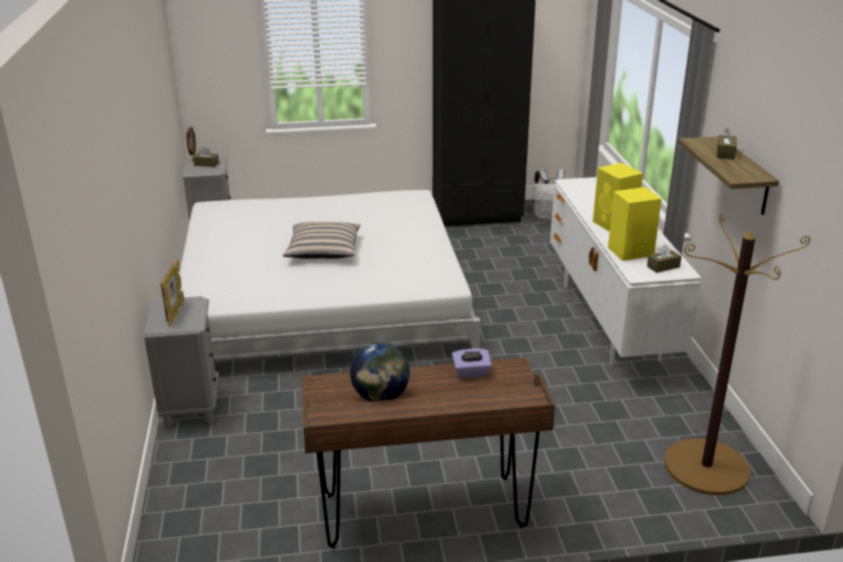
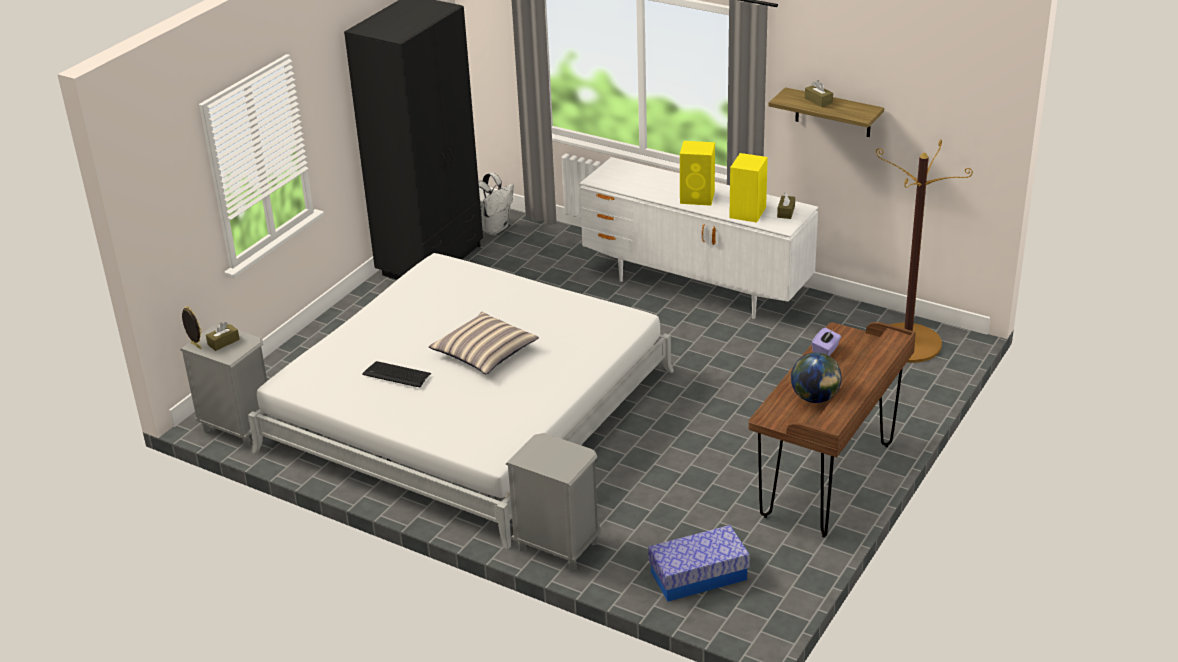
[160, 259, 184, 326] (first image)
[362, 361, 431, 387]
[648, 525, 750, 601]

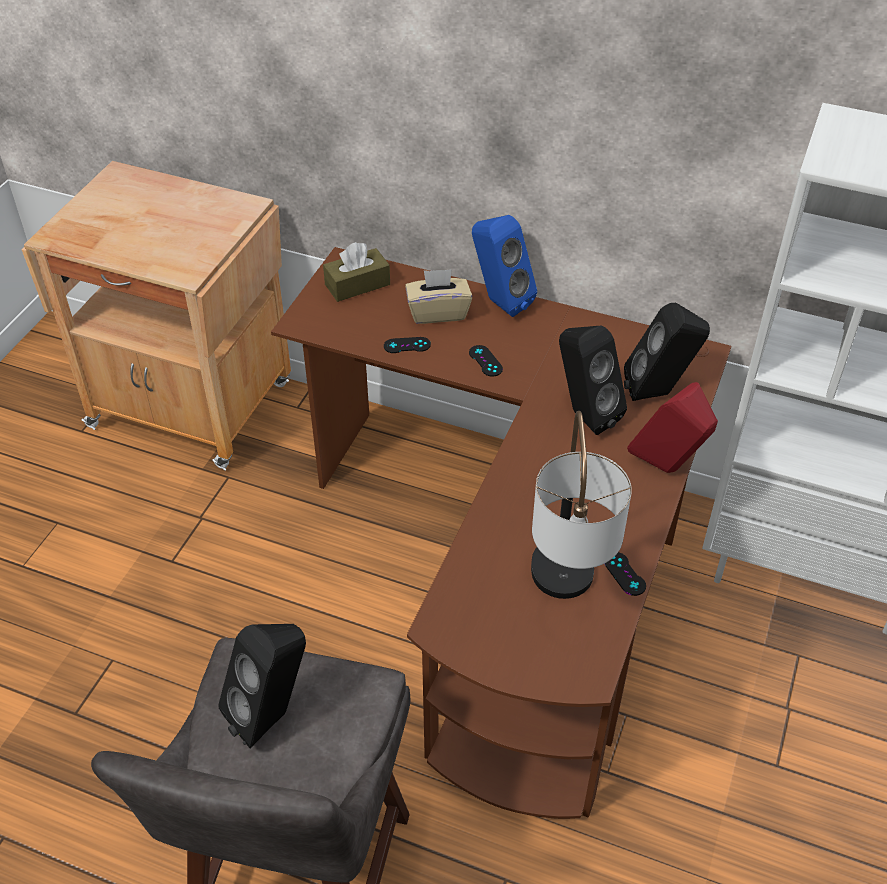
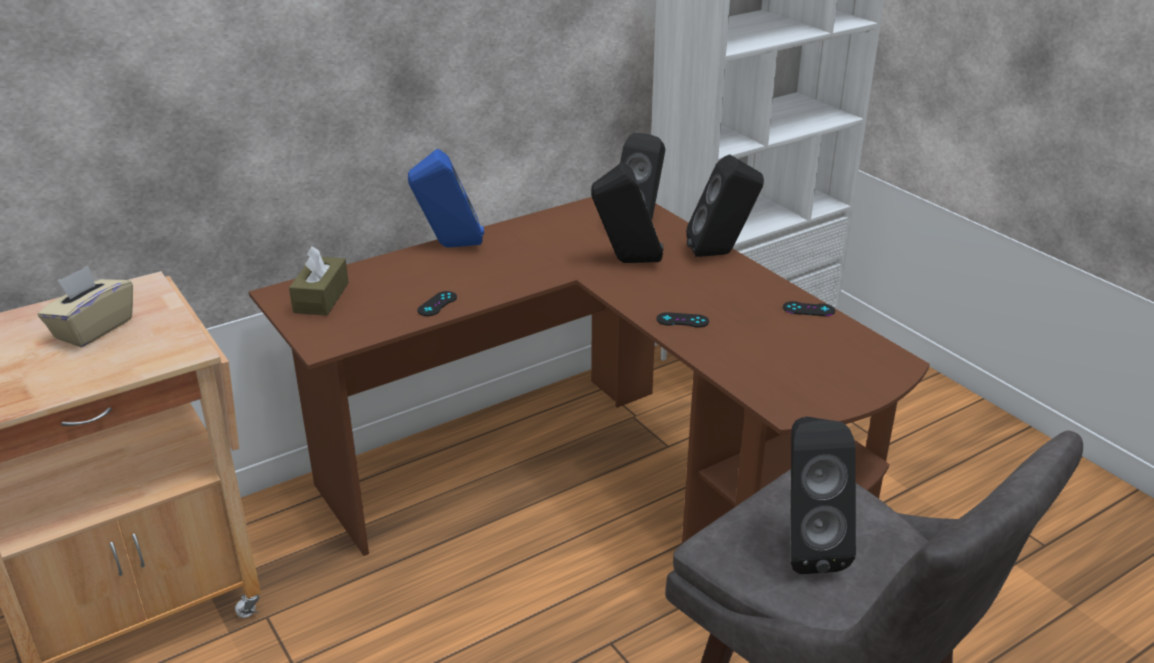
[531, 411, 632, 599] (first image)
[38, 266, 133, 348]
[656, 312, 709, 328]
[686, 155, 764, 257]

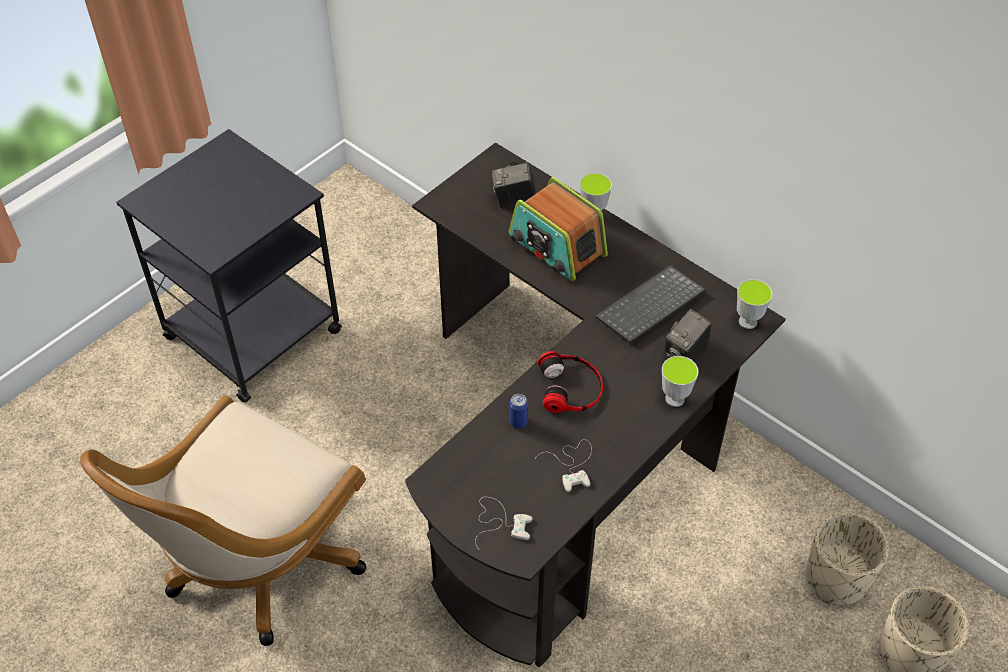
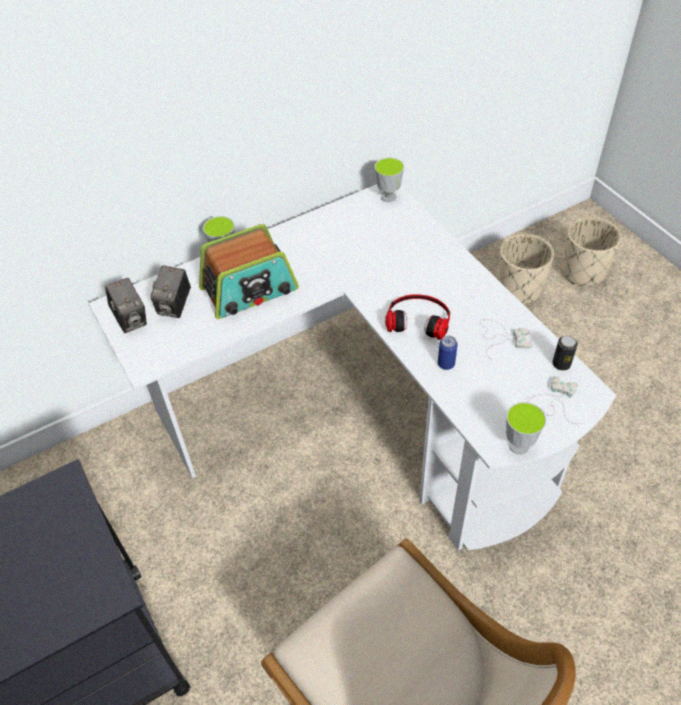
[595, 266, 705, 344] (first image)
[552, 335, 578, 371]
[506, 402, 546, 455]
[105, 278, 147, 333]
[89, 184, 616, 551]

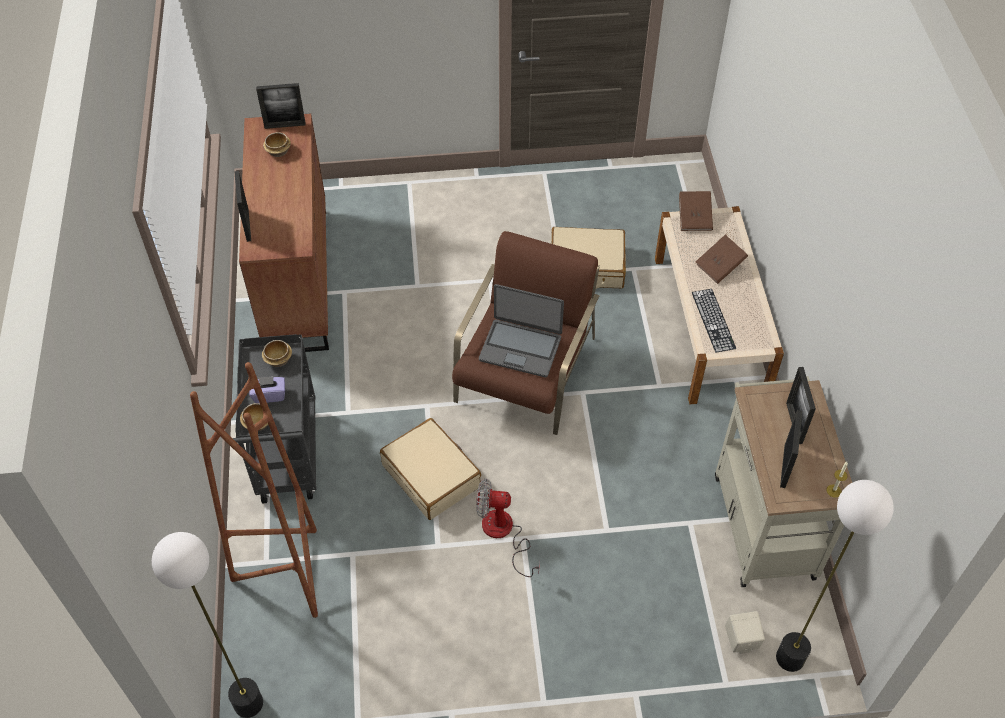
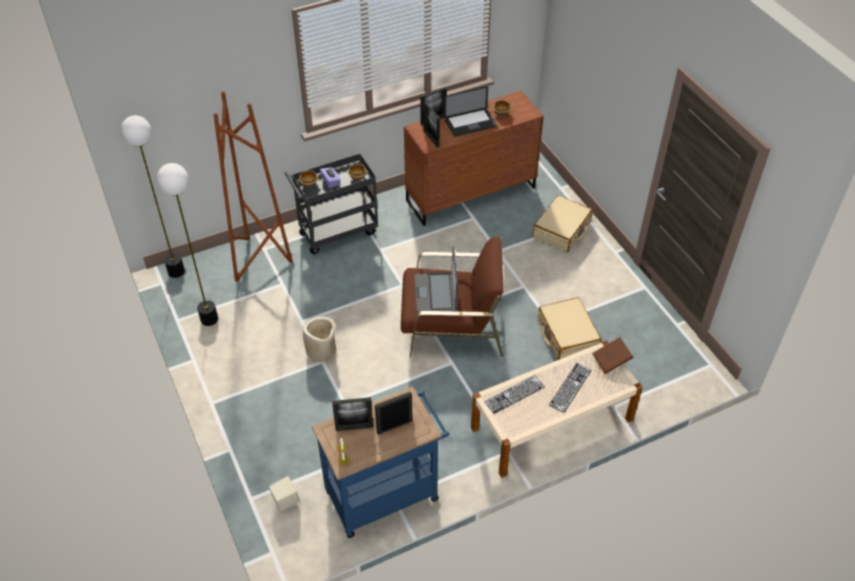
[444, 87, 497, 136]
[424, 102, 440, 148]
[533, 195, 593, 252]
[157, 163, 218, 326]
[303, 317, 336, 362]
[549, 363, 591, 413]
[312, 386, 449, 538]

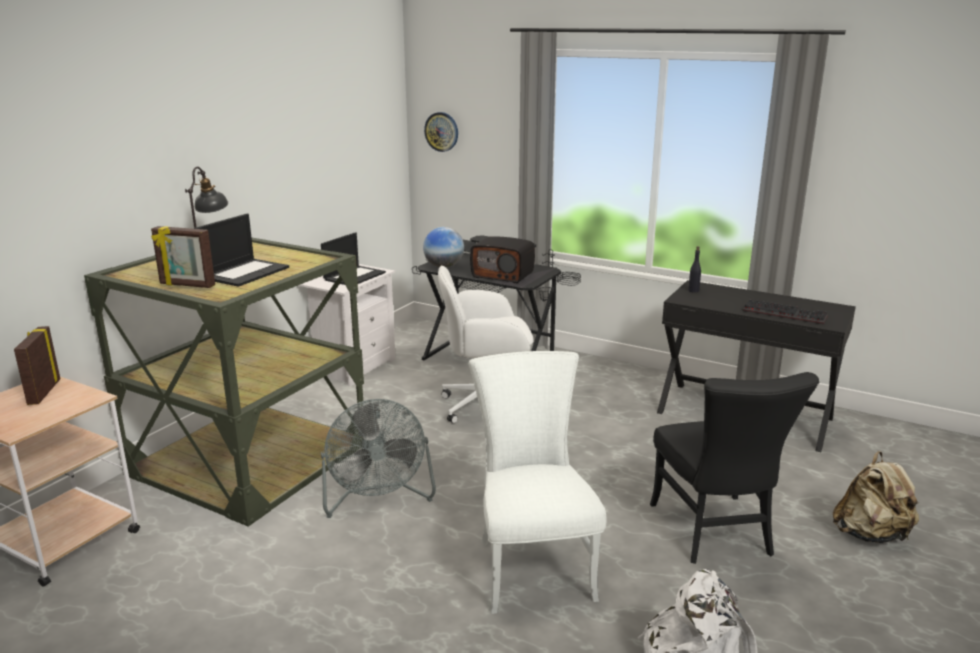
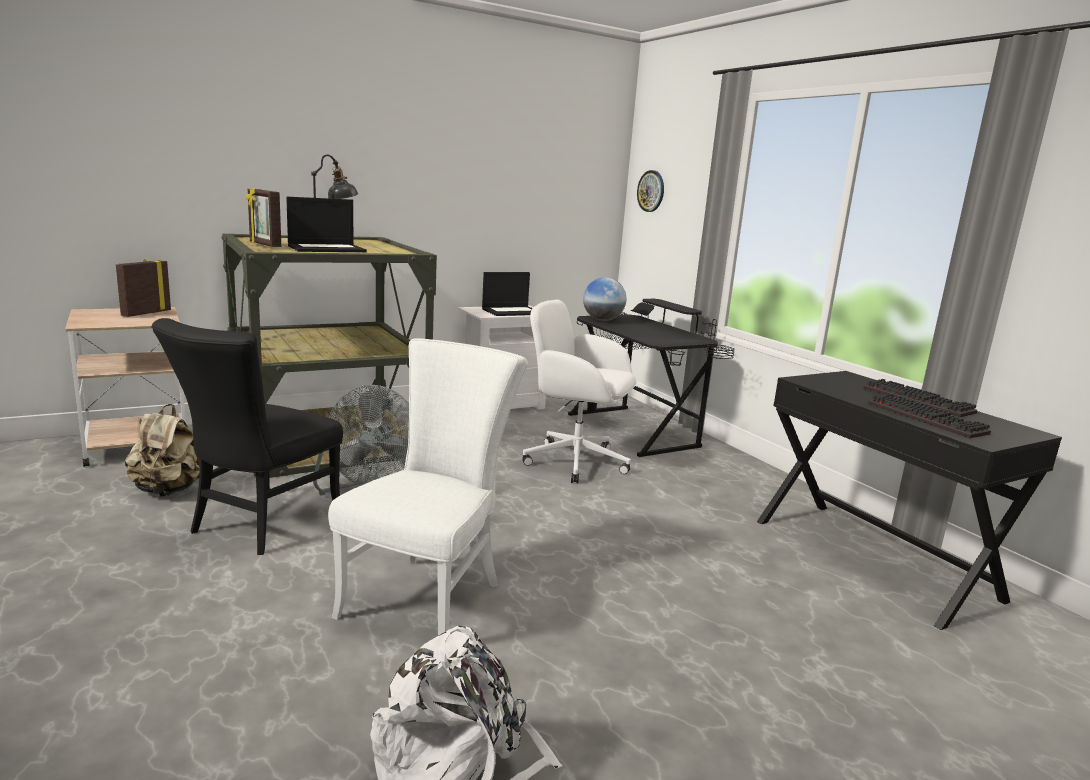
[470, 237, 535, 283] (first image)
[688, 246, 701, 293] (first image)
[864, 379, 977, 417]
[151, 318, 343, 555]
[125, 404, 200, 497]

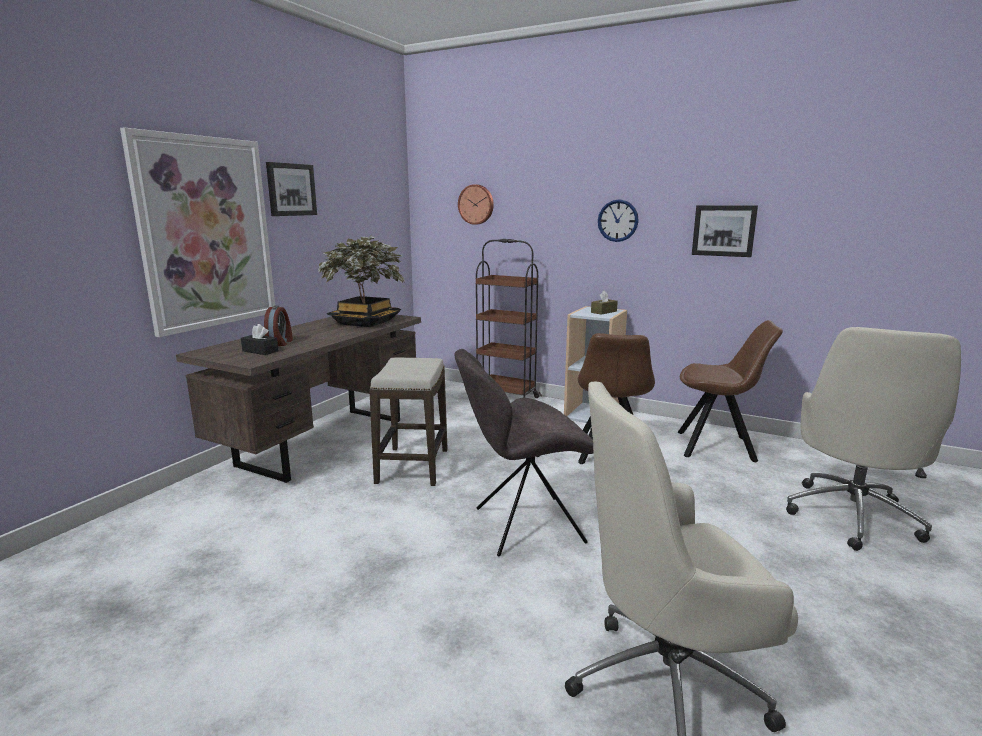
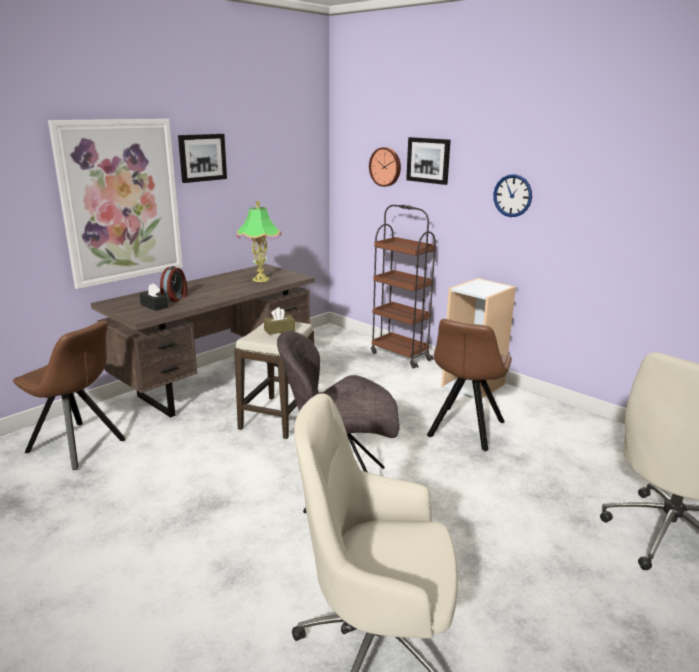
[264, 307, 295, 335]
[13, 320, 126, 470]
[406, 137, 451, 185]
[237, 201, 281, 282]

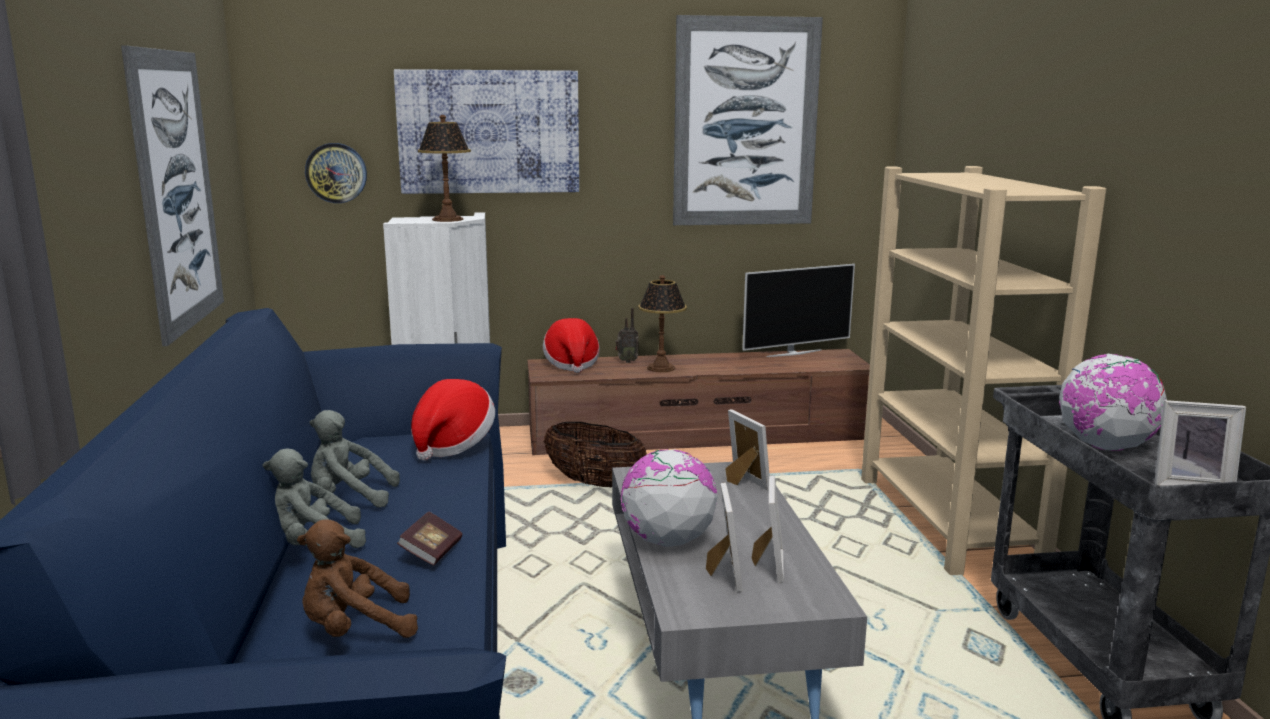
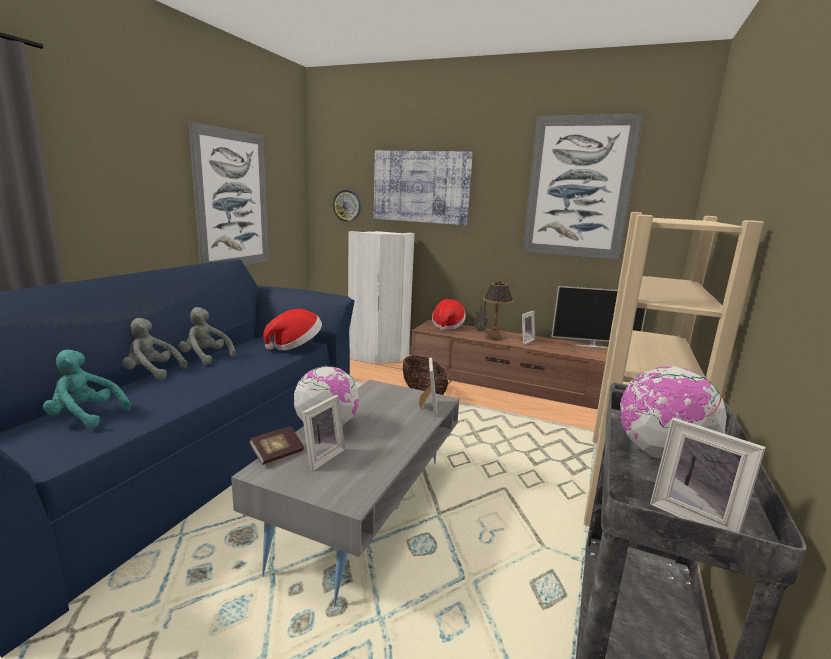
[418, 115, 471, 222] (first image)
[249, 426, 304, 465]
[520, 311, 535, 345]
[43, 350, 131, 428]

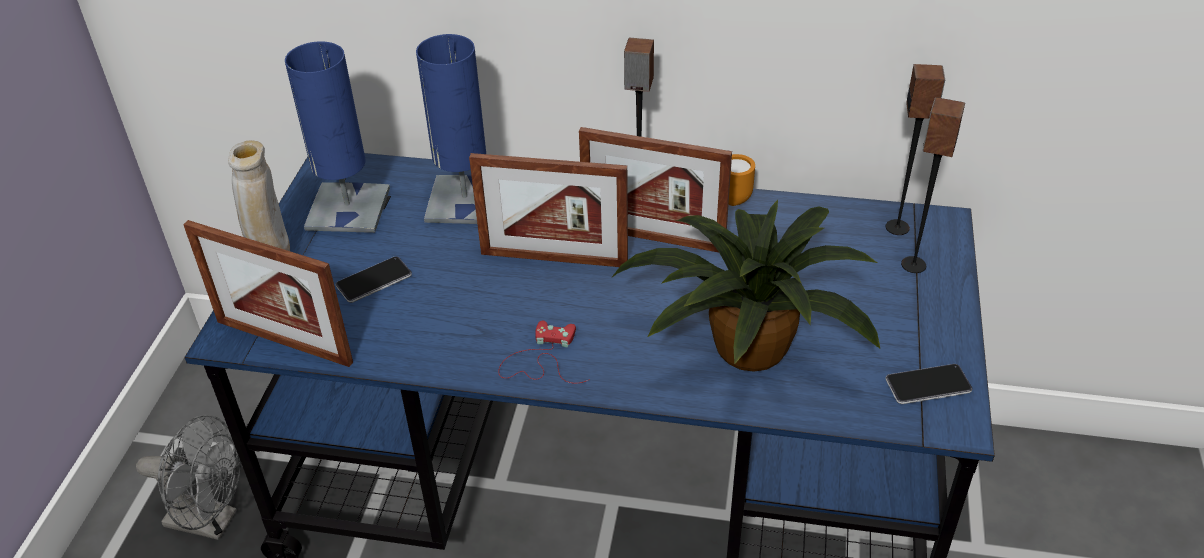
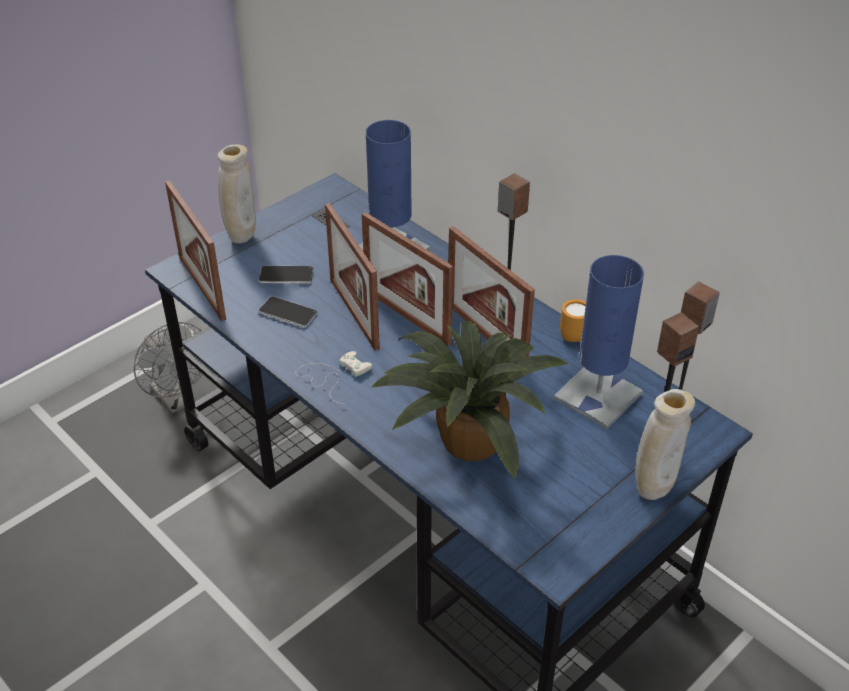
[325, 203, 380, 351]
[636, 389, 695, 500]
[554, 255, 644, 429]
[259, 296, 317, 328]
[296, 351, 372, 404]

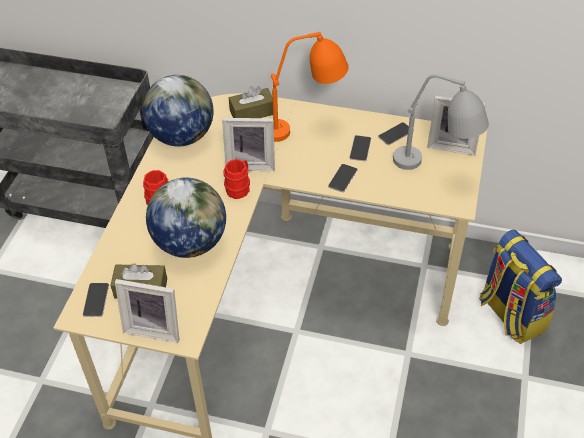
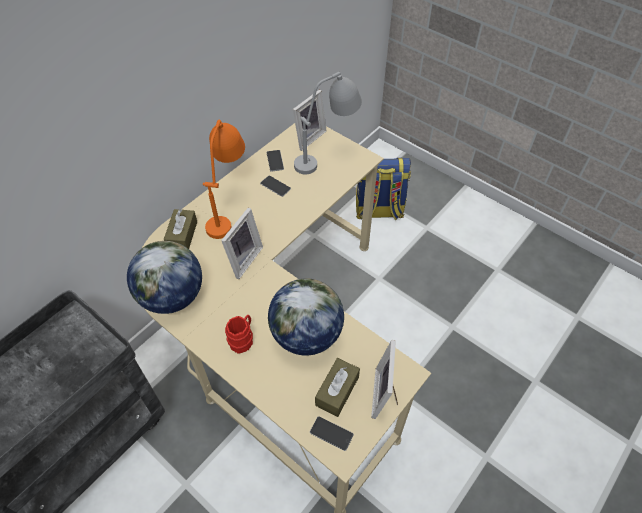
[224, 159, 250, 199] (first image)
[328, 164, 358, 192] (first image)
[371, 340, 398, 419]

